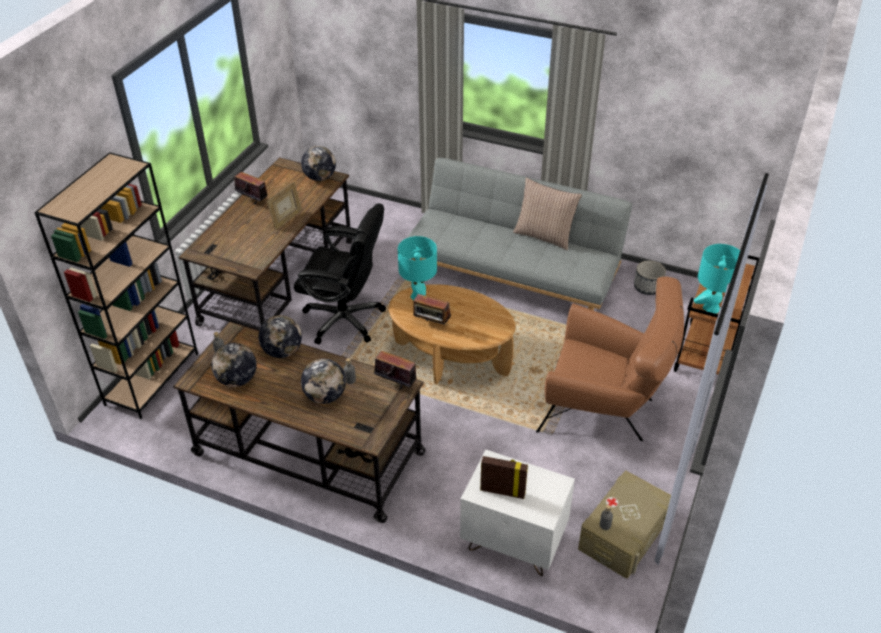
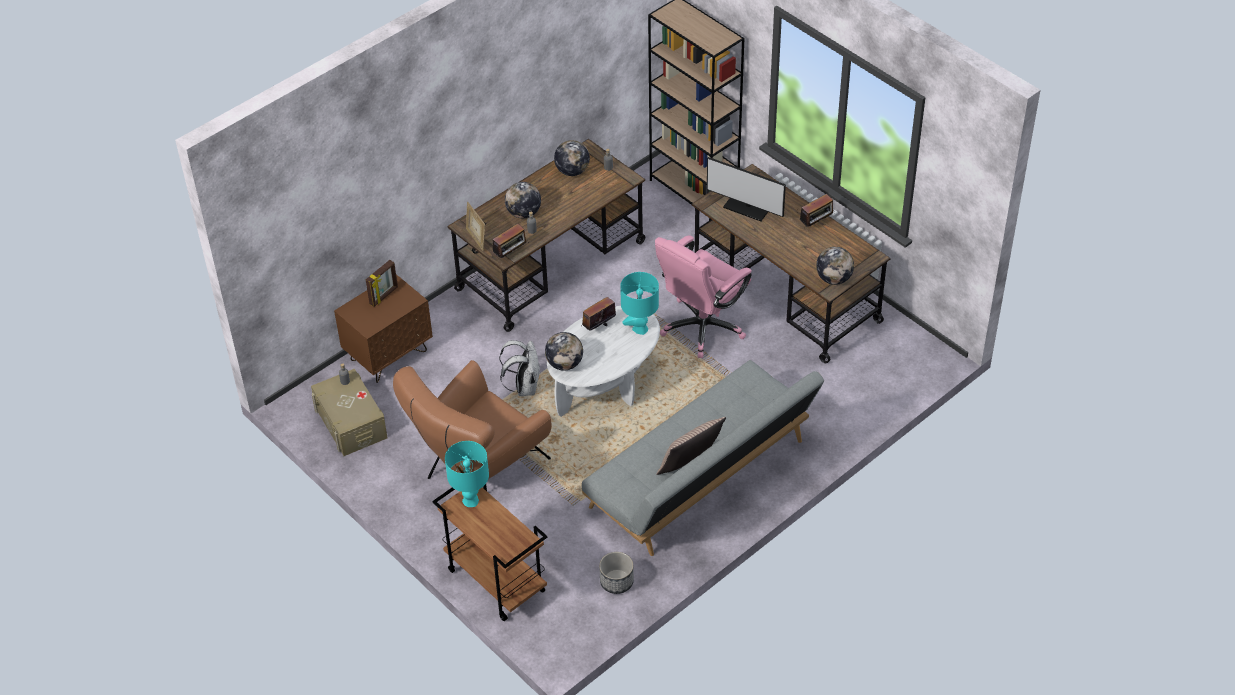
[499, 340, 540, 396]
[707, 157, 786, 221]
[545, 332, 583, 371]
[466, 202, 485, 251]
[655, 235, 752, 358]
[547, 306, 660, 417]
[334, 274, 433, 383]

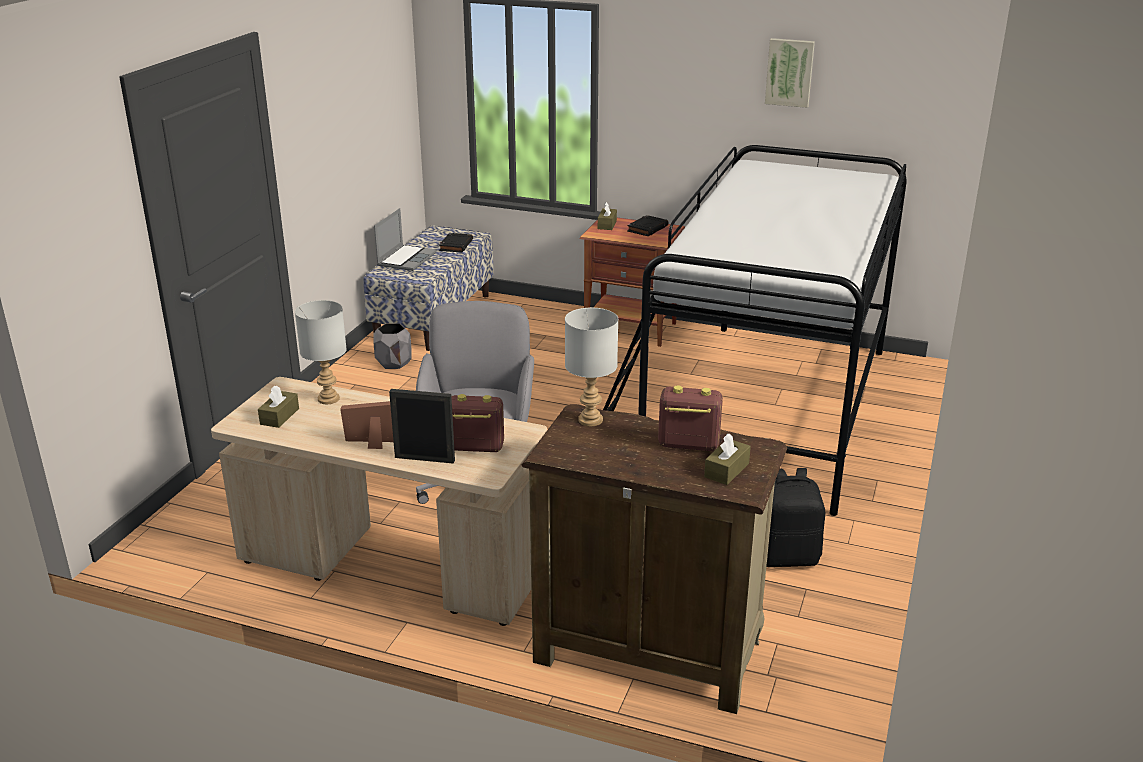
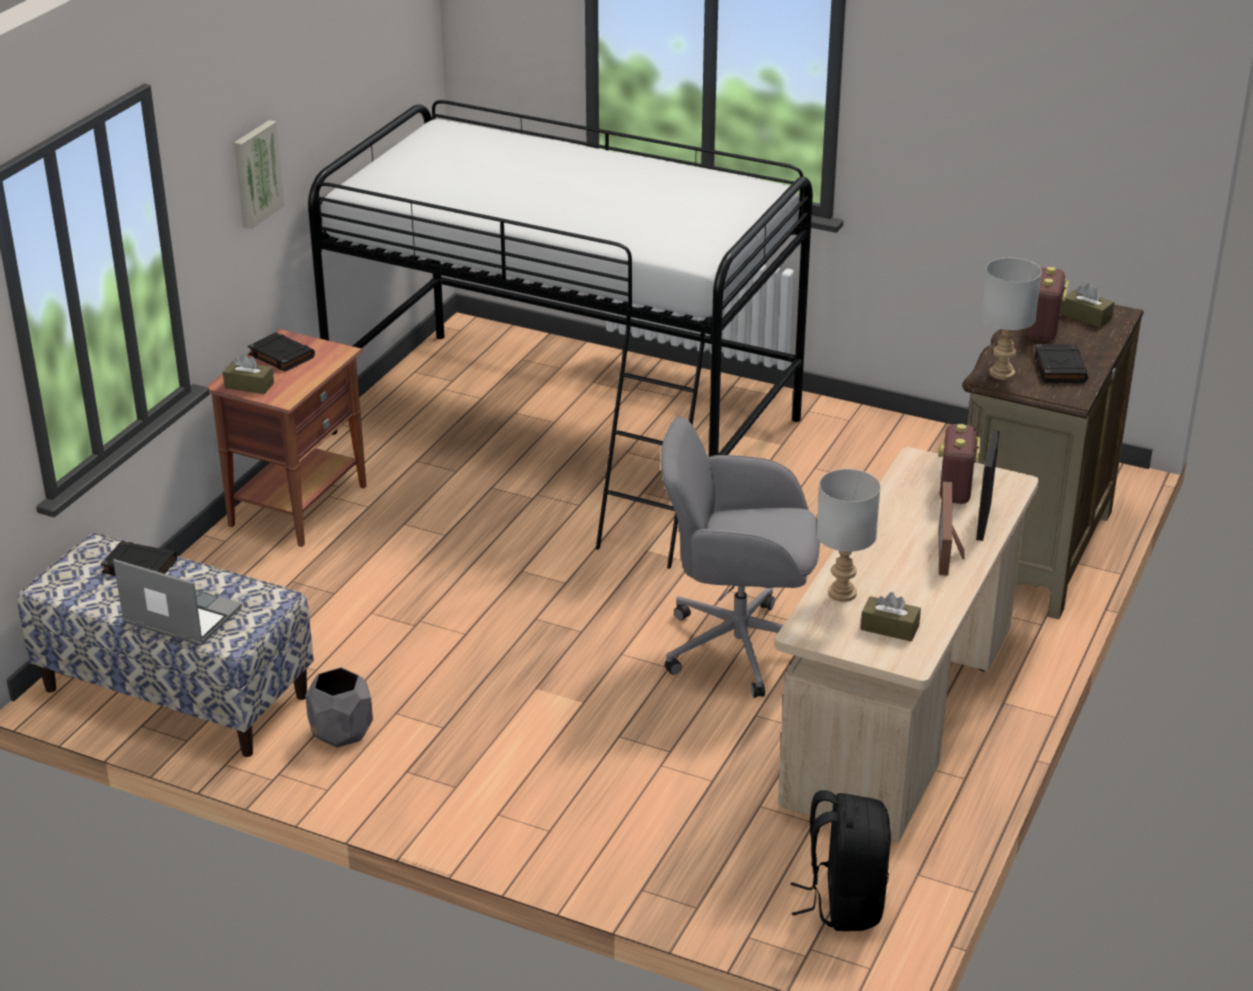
[1034, 344, 1088, 383]
[234, 120, 285, 229]
[790, 790, 891, 931]

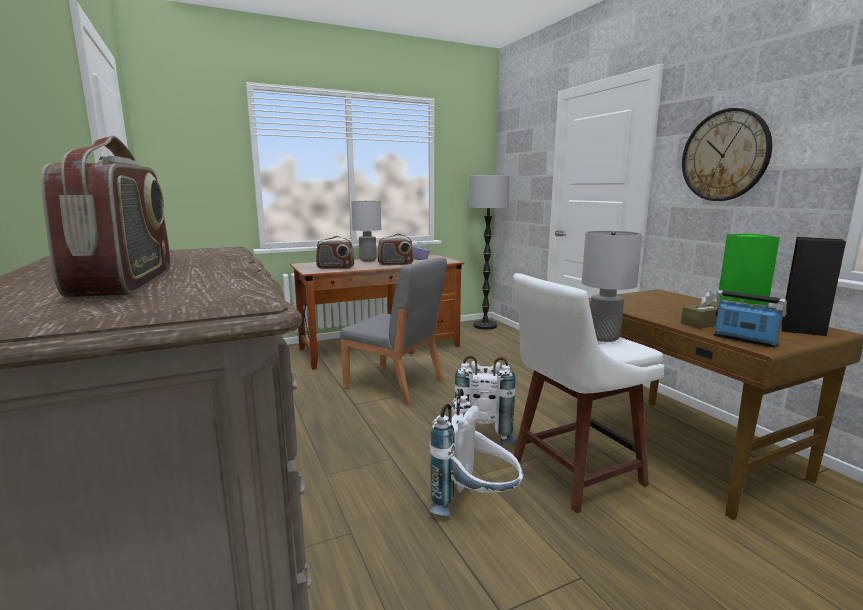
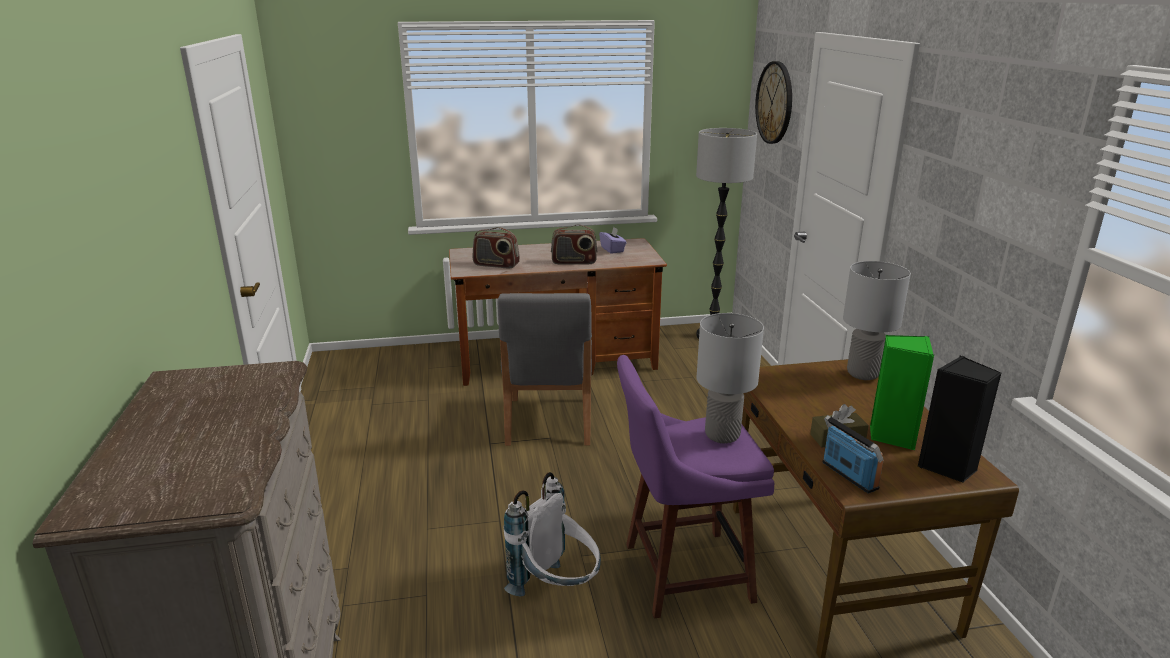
[41, 136, 170, 297] (first image)
[455, 355, 516, 445] (first image)
[843, 261, 911, 380]
[755, 61, 792, 144]
[617, 355, 774, 618]
[498, 293, 592, 446]

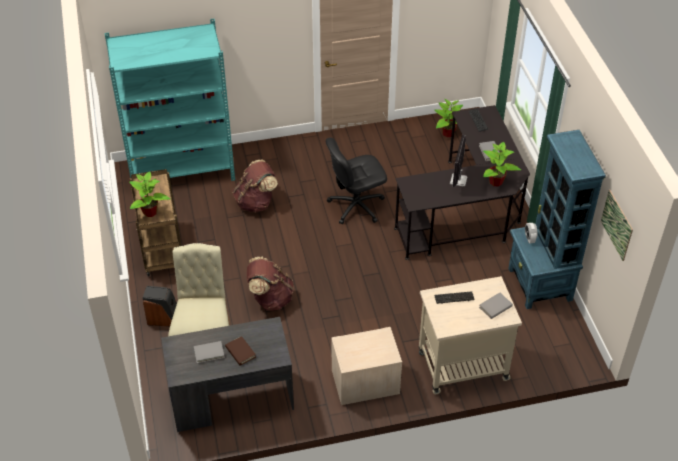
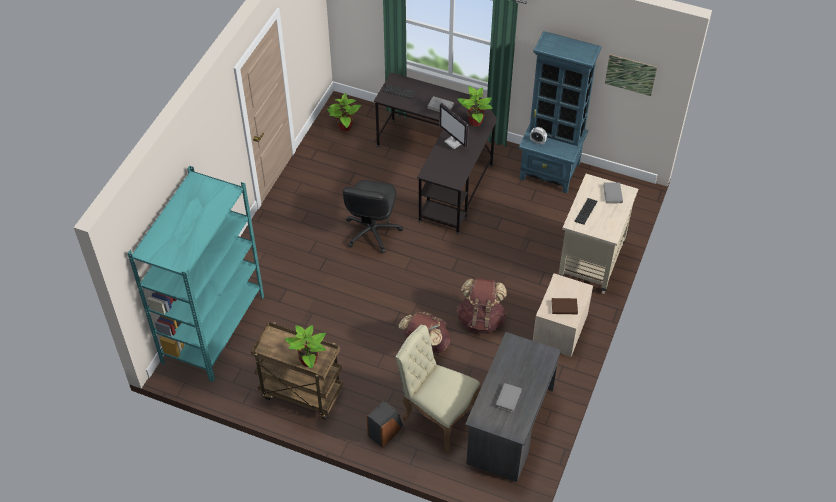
[552, 298, 578, 314]
[457, 278, 507, 334]

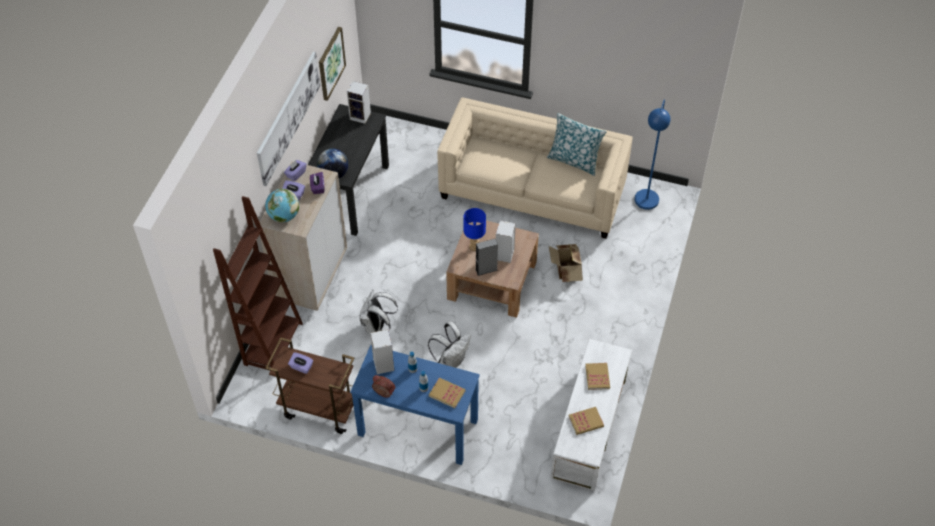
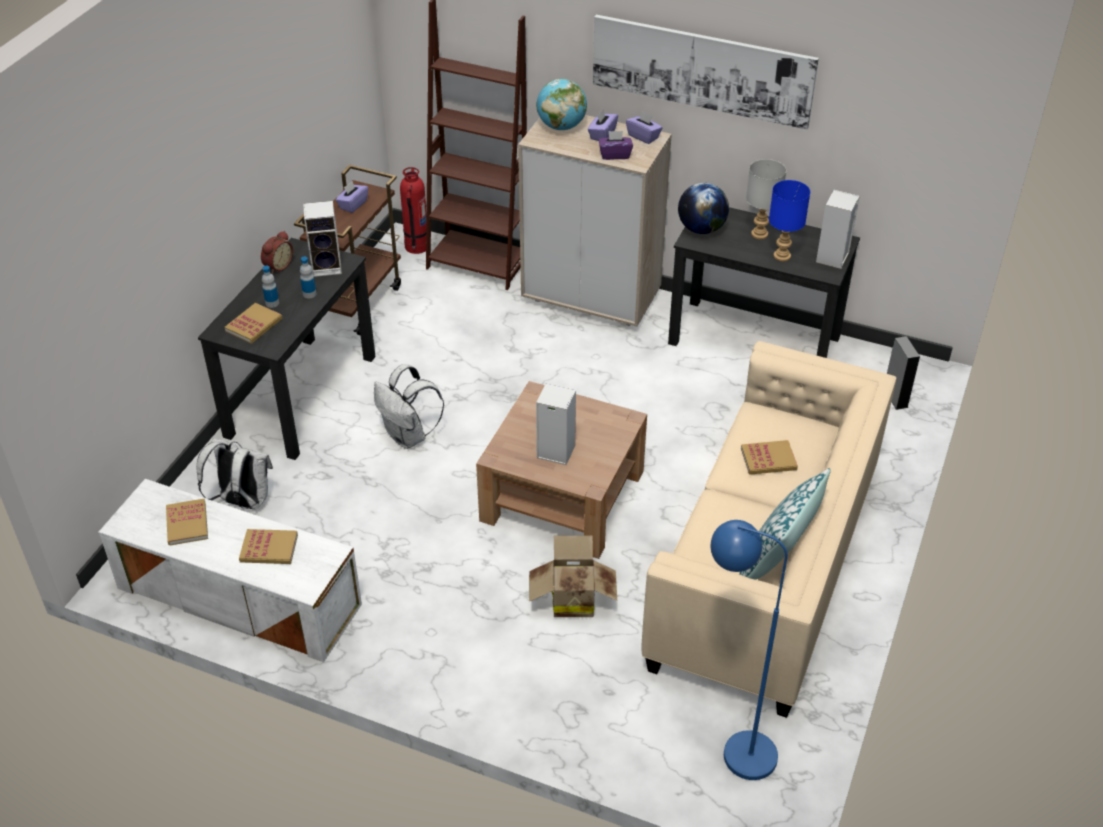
[319, 27, 346, 101] (first image)
[400, 167, 427, 254]
[741, 440, 798, 475]
[746, 159, 786, 240]
[197, 438, 273, 510]
[769, 180, 810, 262]
[887, 336, 920, 410]
[198, 238, 375, 460]

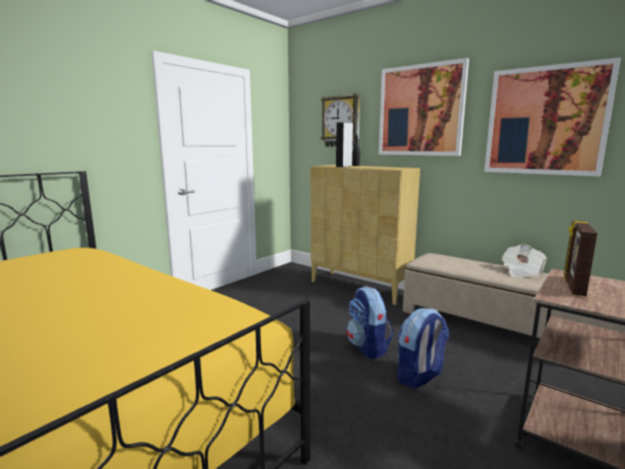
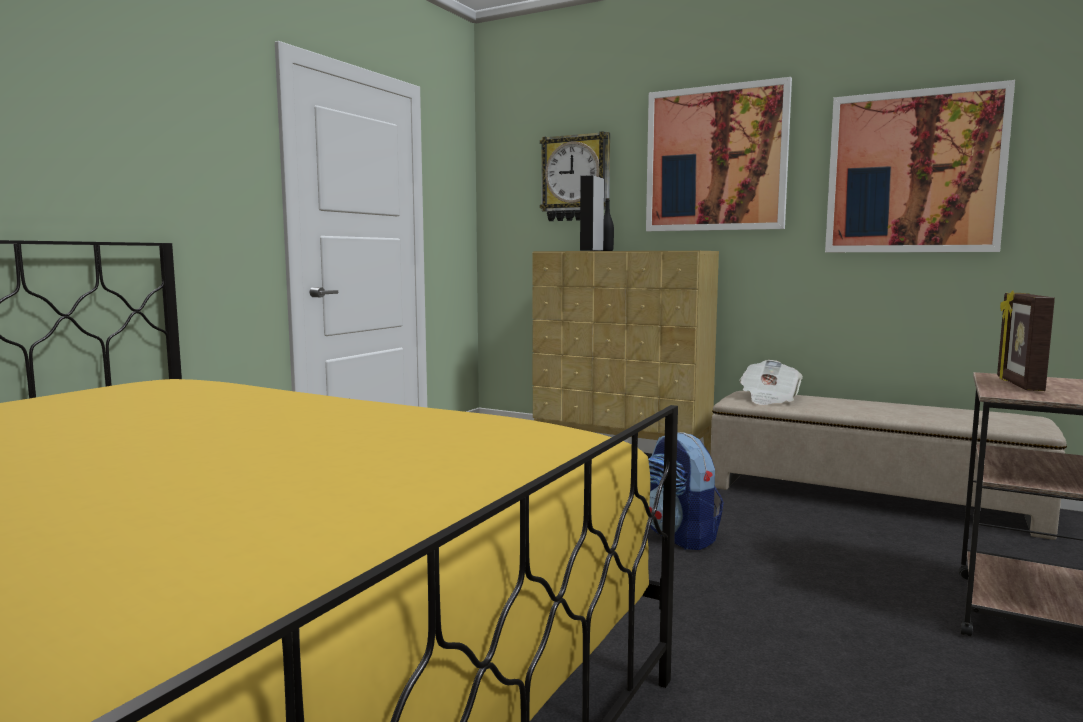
[398, 308, 449, 388] (first image)
[740, 360, 803, 405]

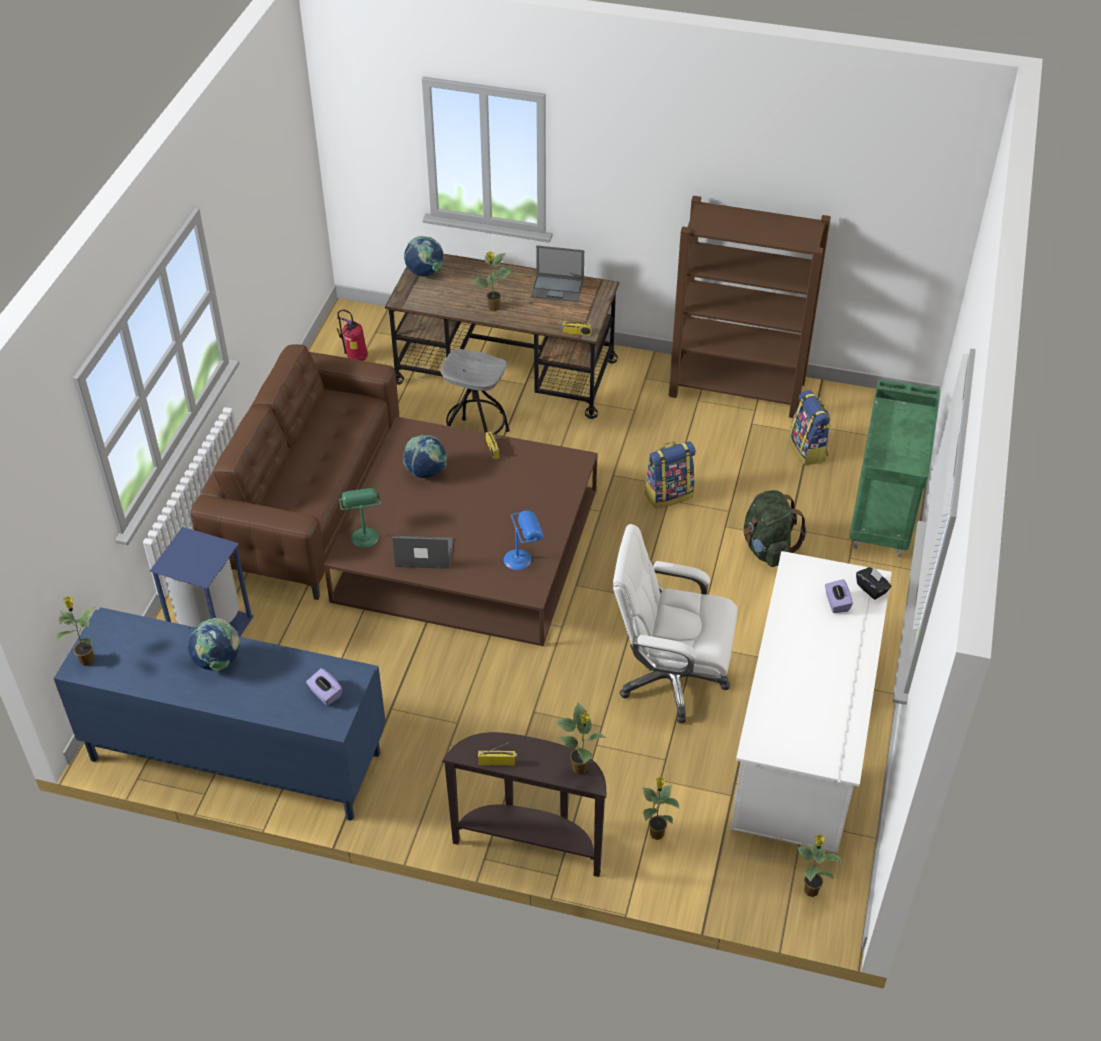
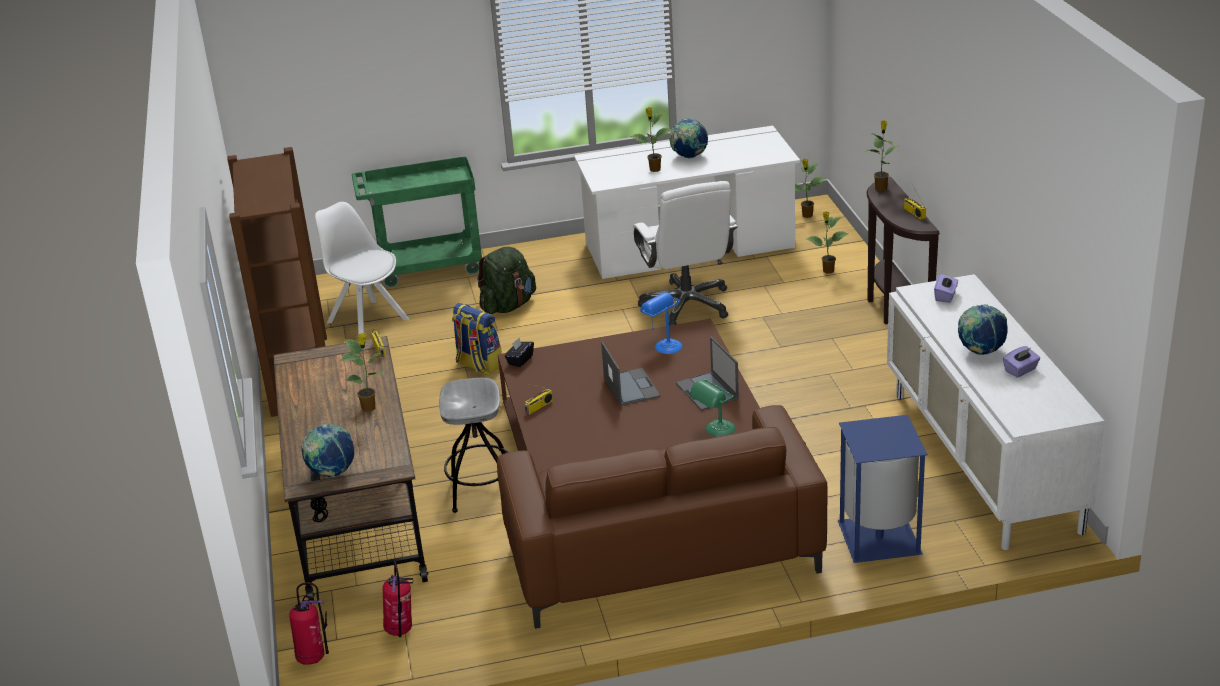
[289, 582, 329, 665]
[630, 107, 672, 172]
[670, 119, 708, 159]
[601, 341, 660, 406]
[1003, 346, 1040, 378]
[505, 338, 534, 367]
[315, 202, 409, 334]
[887, 274, 1105, 550]

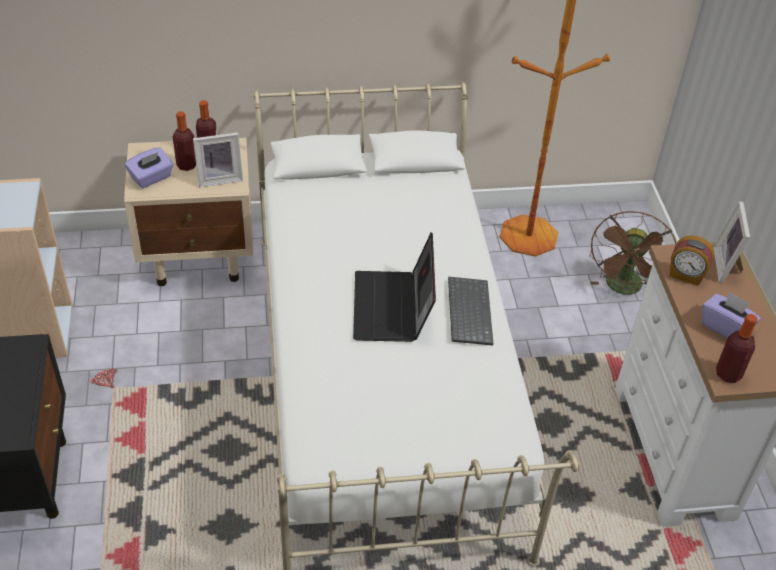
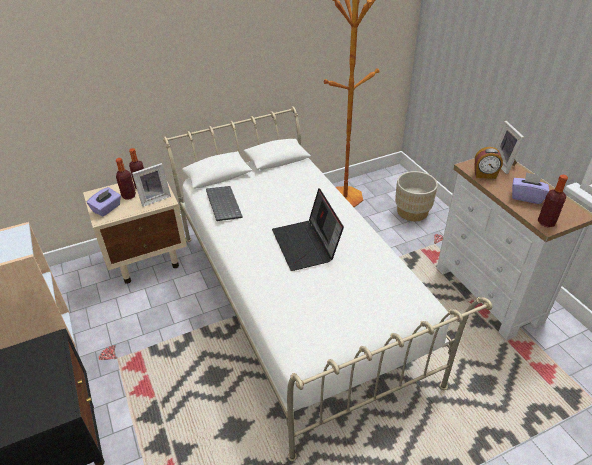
[206, 186, 243, 221]
[395, 171, 438, 221]

